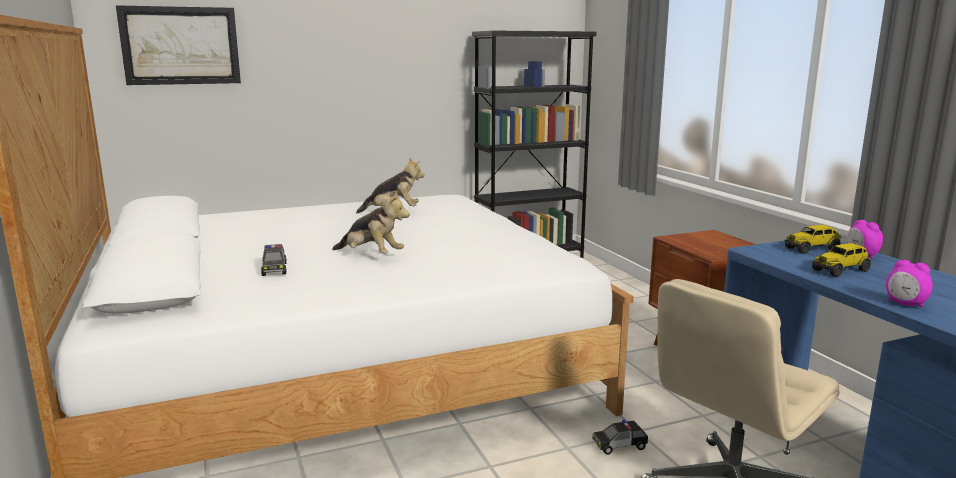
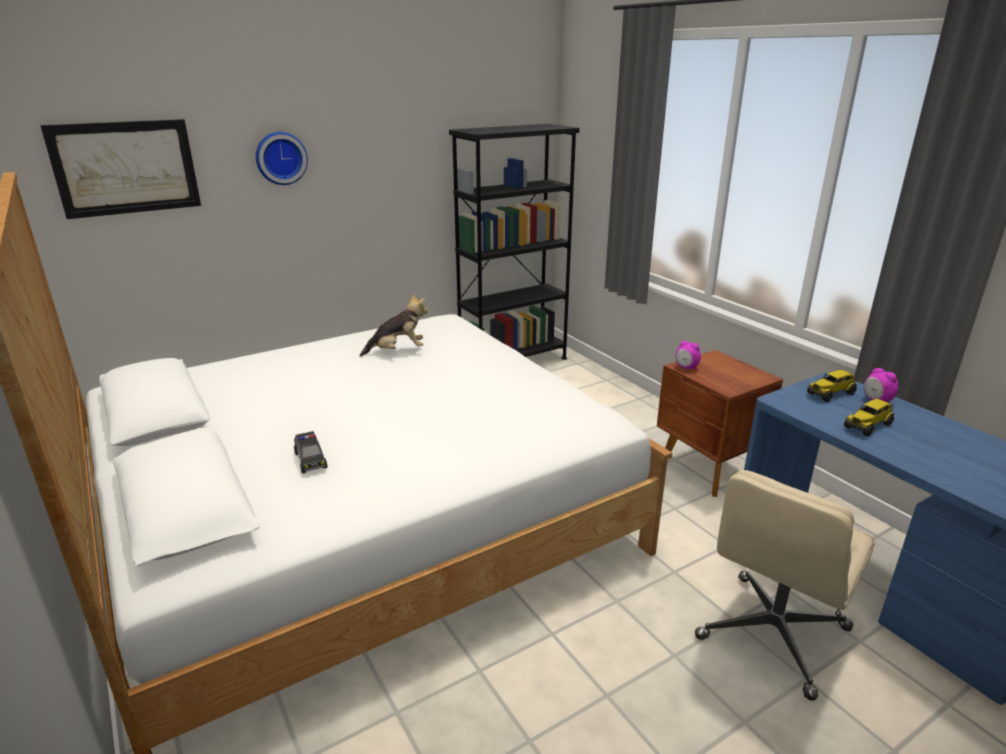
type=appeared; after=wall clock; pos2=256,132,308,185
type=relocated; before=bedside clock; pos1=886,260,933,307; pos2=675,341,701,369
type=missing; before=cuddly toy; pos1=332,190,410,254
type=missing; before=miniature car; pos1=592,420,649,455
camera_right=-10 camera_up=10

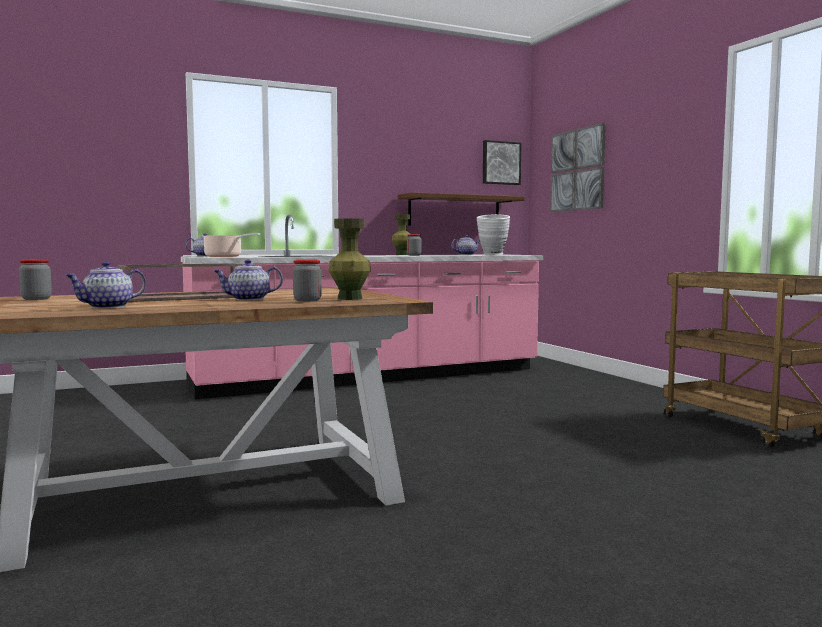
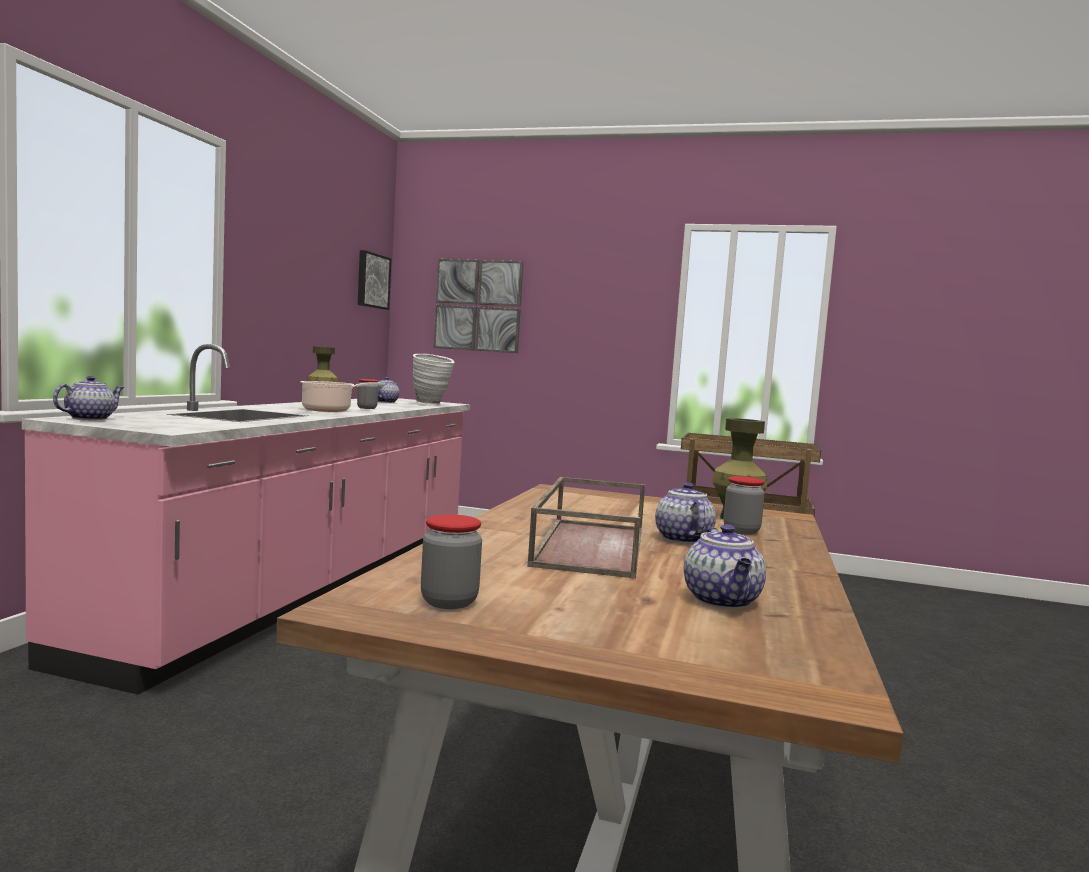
type=relocated; before=cooking pot; pos1=202,233,260,257; pos2=300,381,385,412
type=spun; before=tea pot; pos1=214,259,283,300; pos2=655,482,716,544; turn=150
type=missing; before=wall shelf (brown); pos1=398,192,524,226
camera_right=-50 camera_up=0

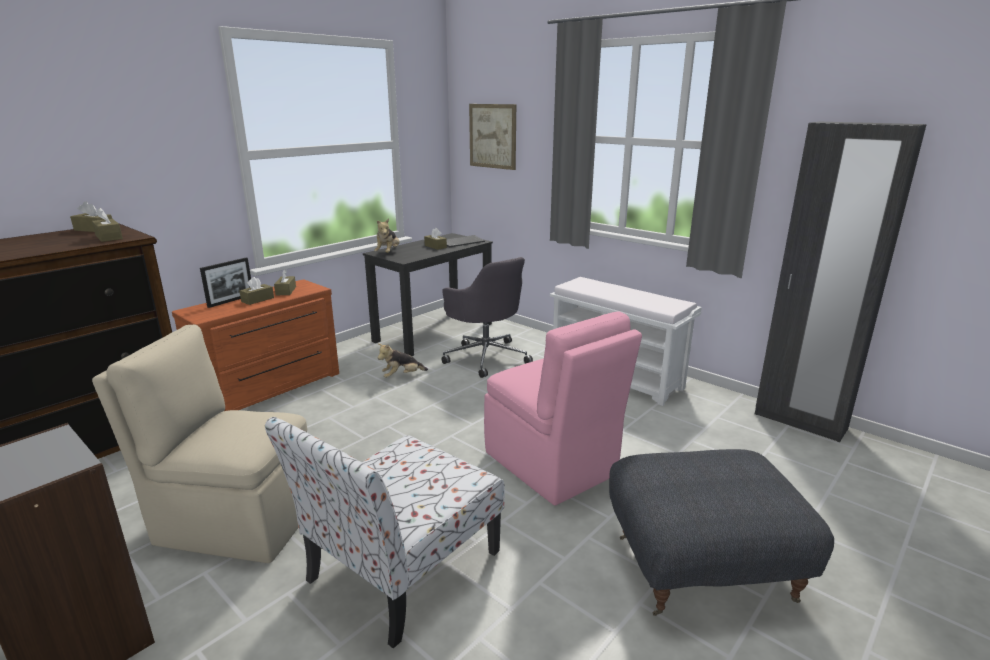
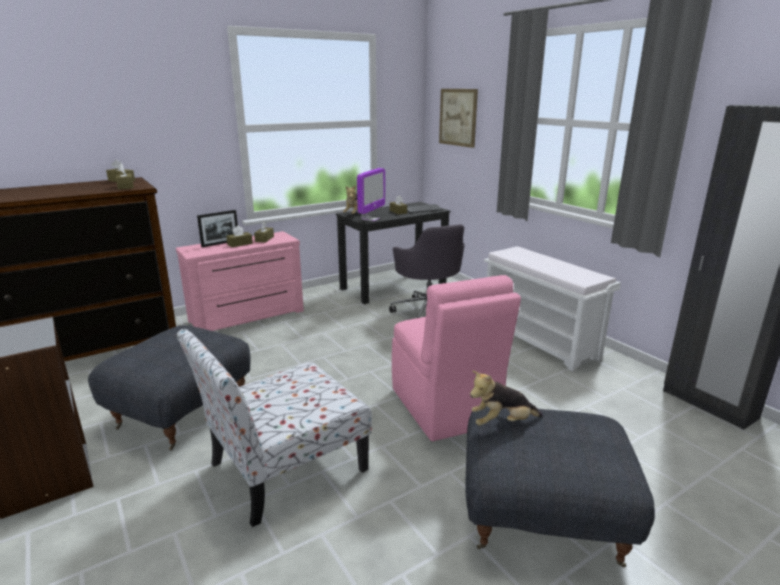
type=exchanged; before=chair (beige); after=pouffe (grey); pos1=92,325,308,563; pos2=88,325,251,450
type=colour; before=chest of drawers (brown); after=chest of drawers (pinkish); pos1=172,279,339,411; pos2=176,231,304,331
type=appeared; after=monitor; pos2=357,168,385,221
type=relocated; before=cuddly toy; pos1=377,344,428,378; pos2=470,371,543,426
camera_right=15 camera_up=0

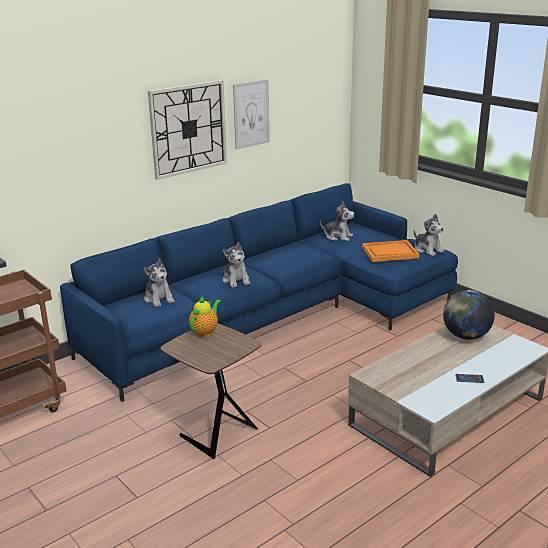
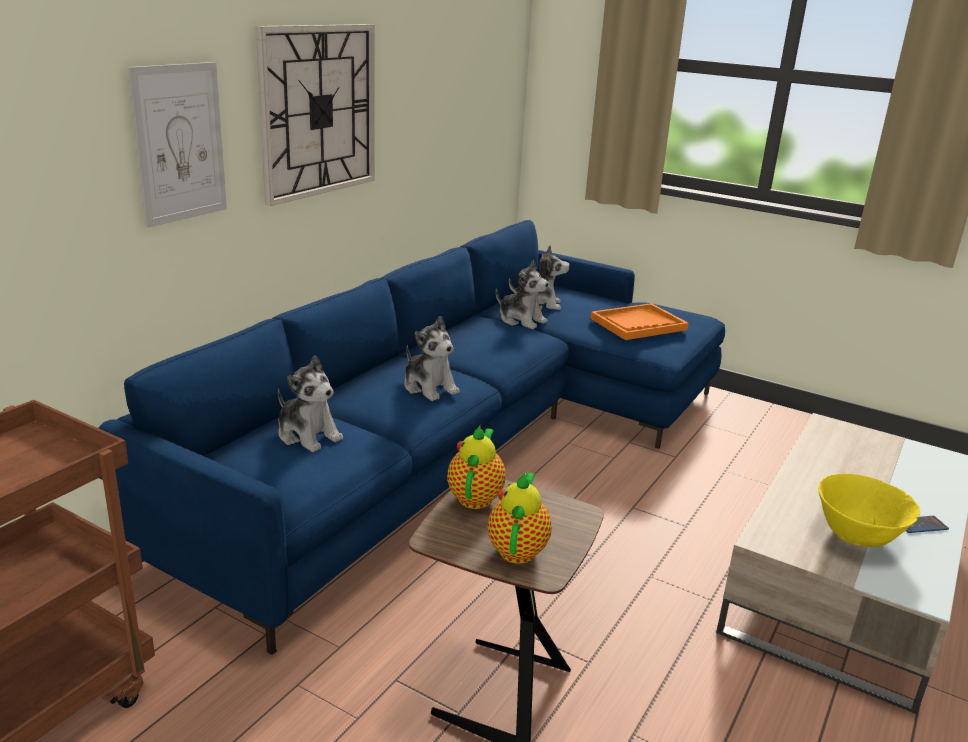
type=relocated; before=picture; pos1=233,79,270,150; pos2=128,62,227,228
type=appeared; after=tea pot; pos2=488,472,552,564
type=relocated; before=cuddly toy; pos1=414,213,444,256; pos2=496,260,549,329
type=appeared; after=serving bowl (yellow); pos2=818,474,920,547
type=missing; before=globe; pos1=443,290,495,340
camera_right=-20 camera_up=0

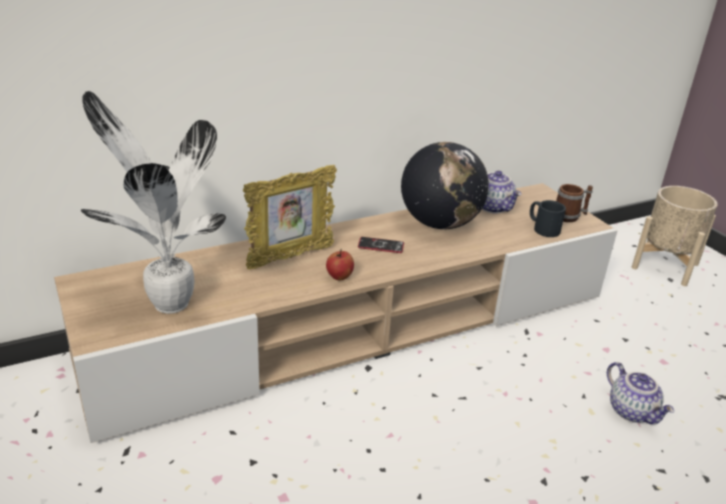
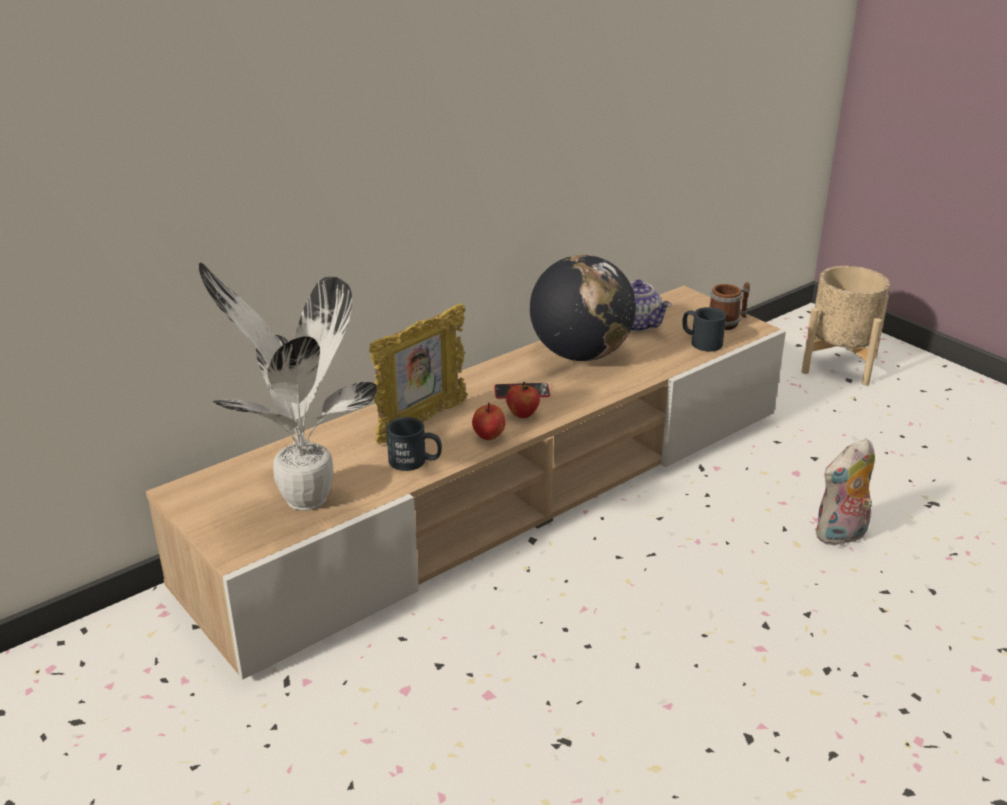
type=appeared; after=coffee mug (blackish); pos2=386,417,442,471
type=appeared; after=whole apple; pos2=506,382,540,418
type=exchanged; before=tea pot; after=cuddly toy; pos1=607,362,674,424; pos2=815,438,875,546
camera_right=-10 camera_up=0

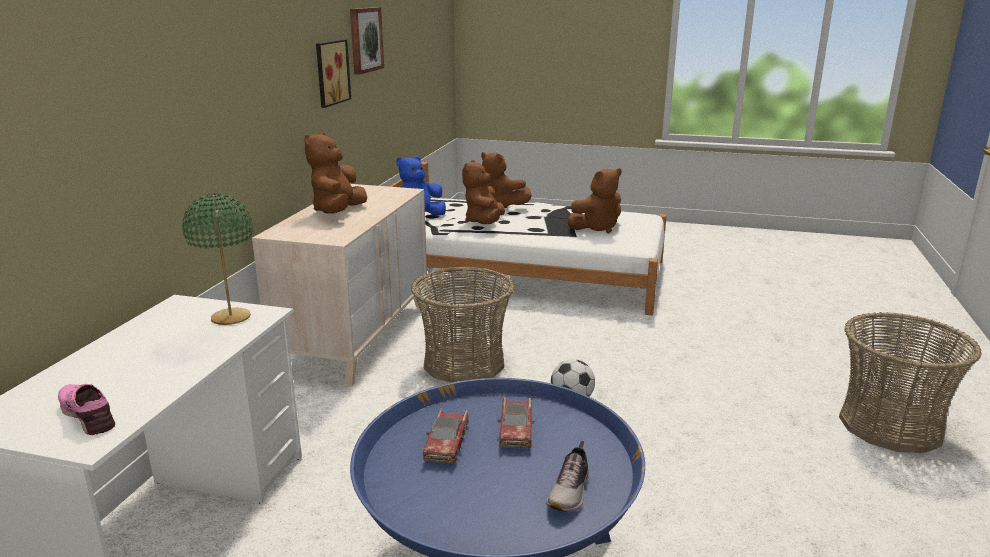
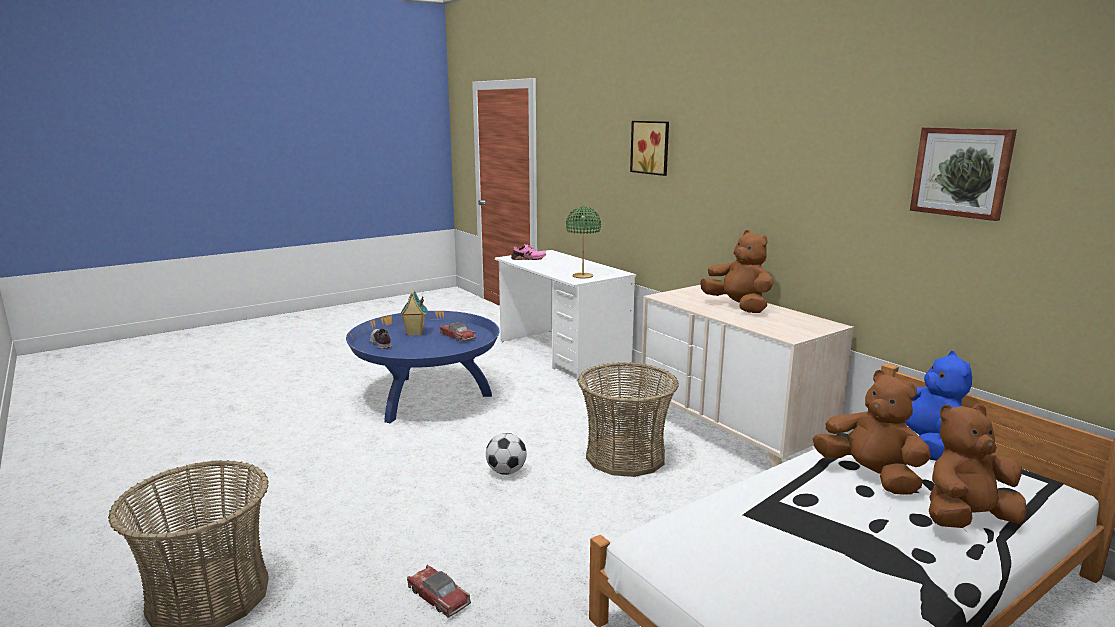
type=appeared; after=model house; pos2=400,289,428,336
type=relocated; before=miniature car; pos1=498,397,535,448; pos2=407,565,471,618
type=relocated; before=picture; pos1=316,39,351,108; pos2=630,121,669,176
type=missing; before=cuddly toy (brown); pos1=568,168,622,233
camera_right=130 camera_up=-5

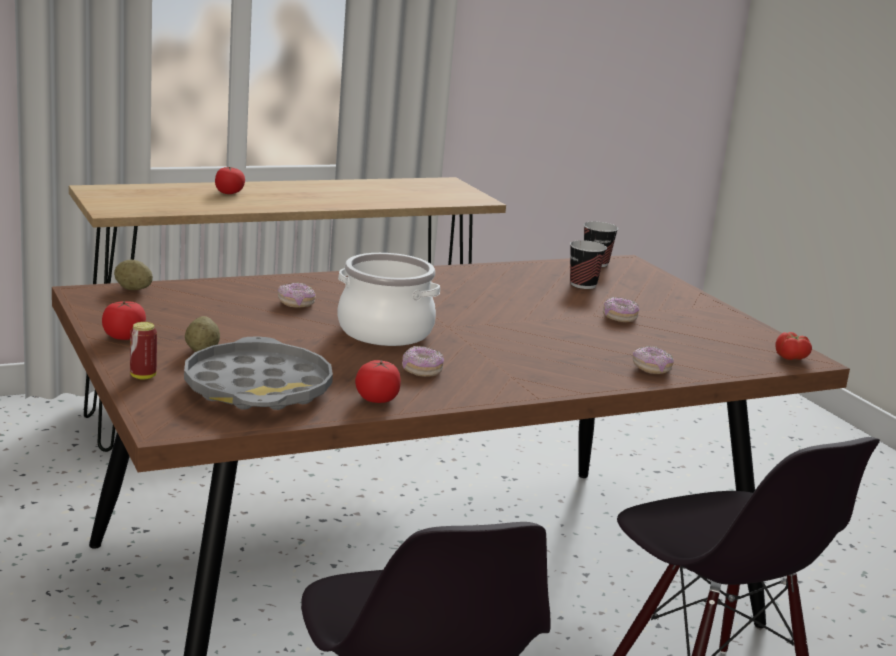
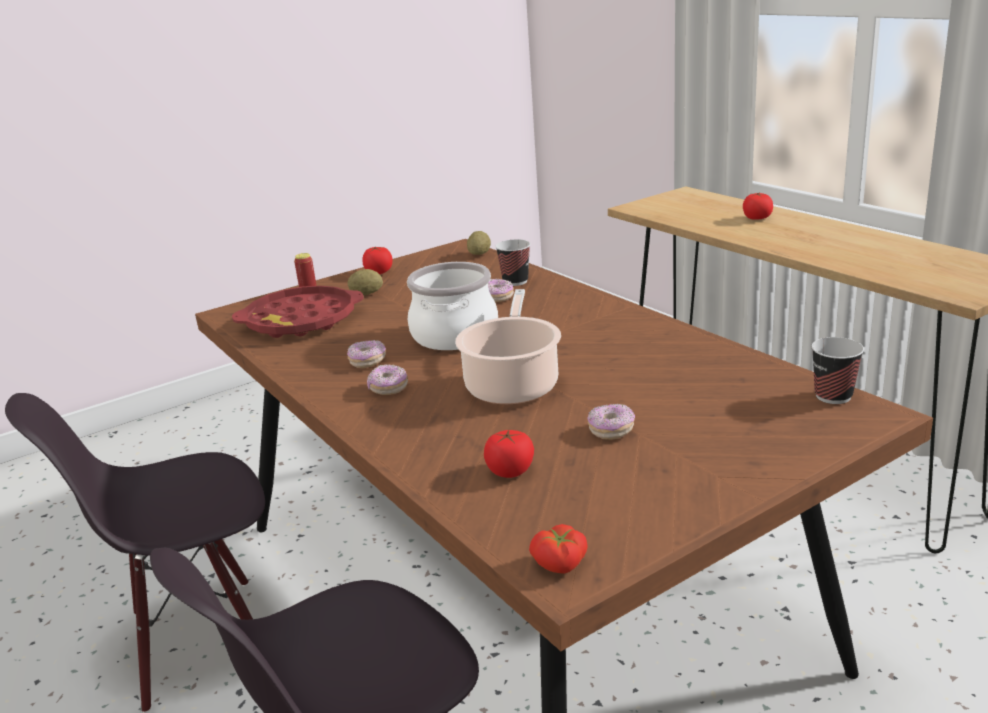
type=colour; before=carrying tray (grey); after=carrying tray (red); pos1=184,337,333,410; pos2=232,286,364,338
type=relocated; before=ring doughnut; pos1=633,346,674,374; pos2=367,364,408,395
type=appeared; after=cooking pot; pos2=455,289,561,404
type=relocated; before=whole tomato; pos1=355,360,401,403; pos2=484,430,534,478
type=relocated; before=cup; pos1=570,240,607,289; pos2=495,239,530,286
camera_right=85 camera_up=5

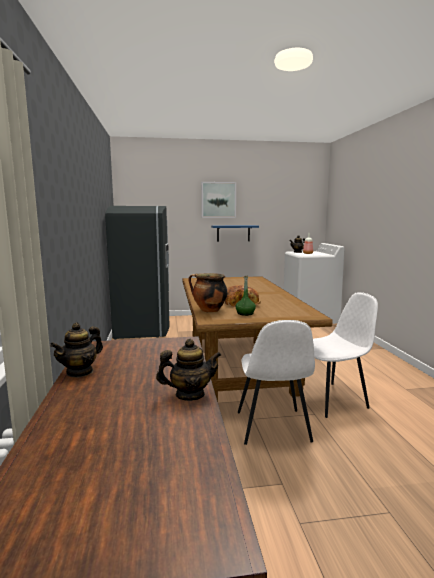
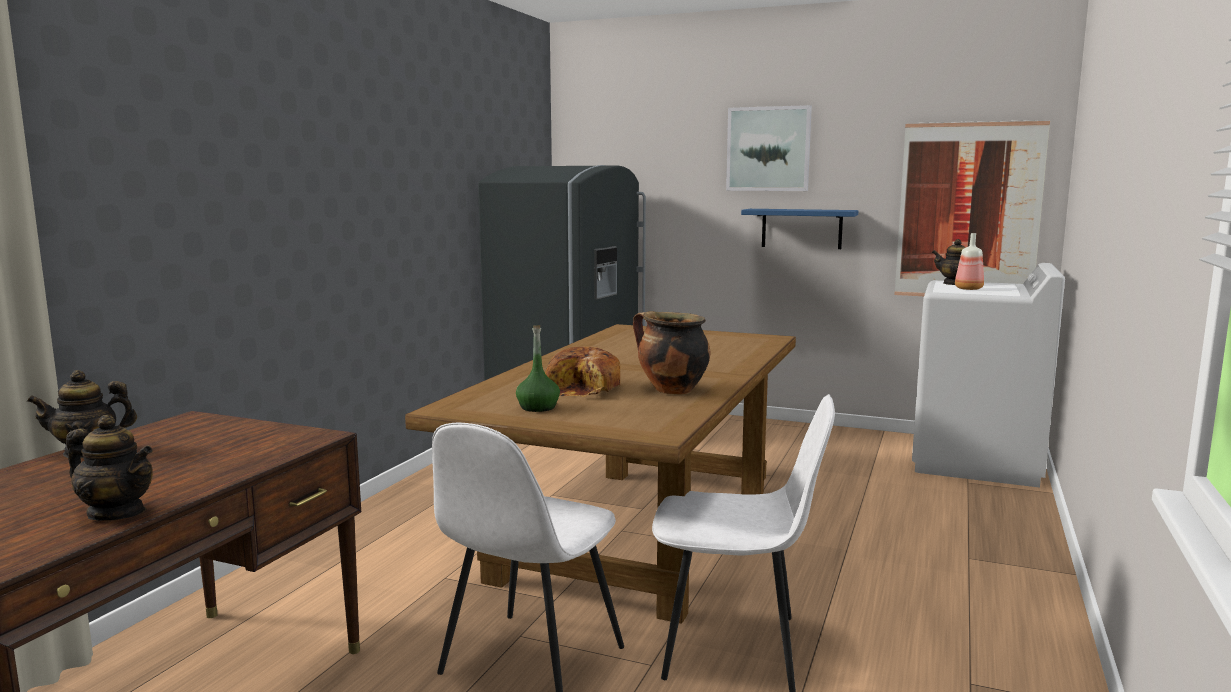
type=relocated; before=cooking pot; pos1=188,273,227,313; pos2=633,311,710,395
type=appeared; after=picture; pos2=894,120,1050,296
camera_right=30 camera_up=0

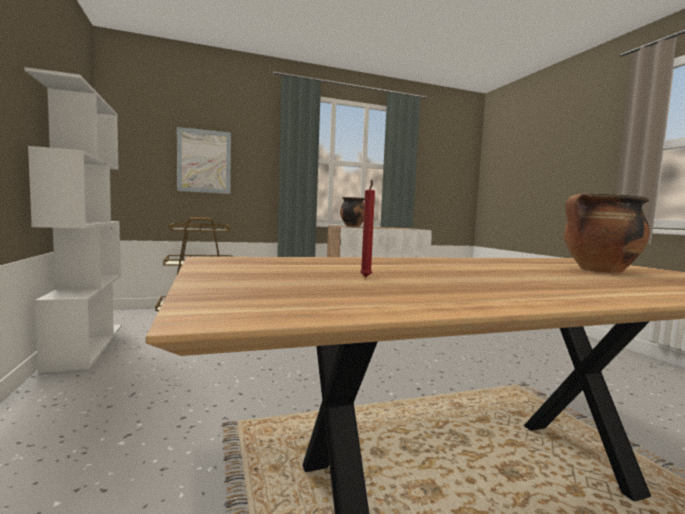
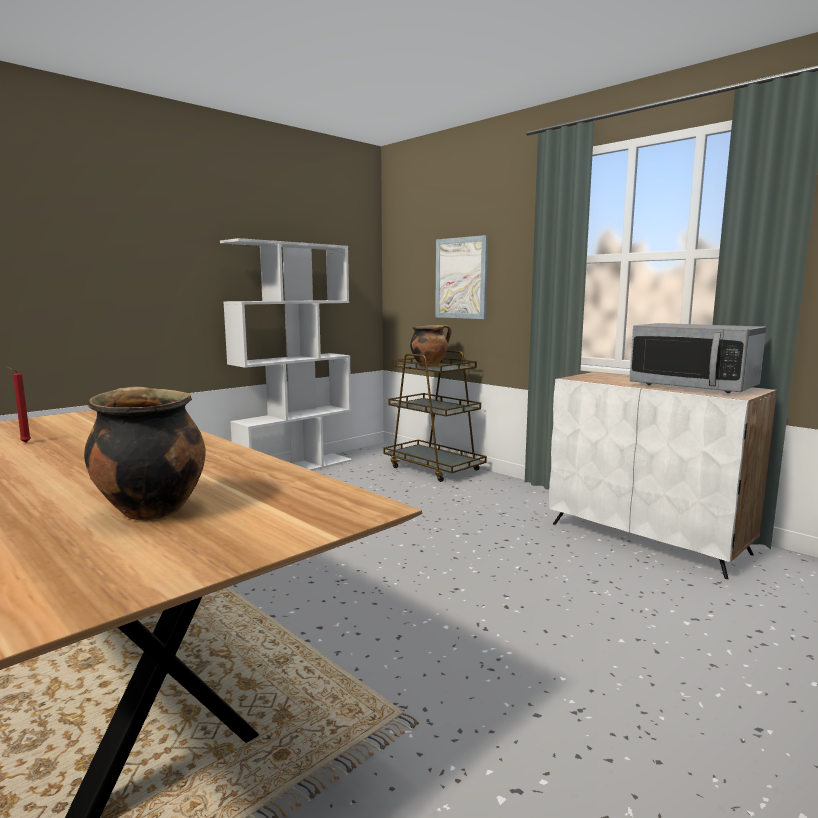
type=relocated; before=cooking pot; pos1=340,197,365,227; pos2=410,325,451,367
type=appeared; after=microwave; pos2=629,323,767,393
camera_right=65 camera_up=5

